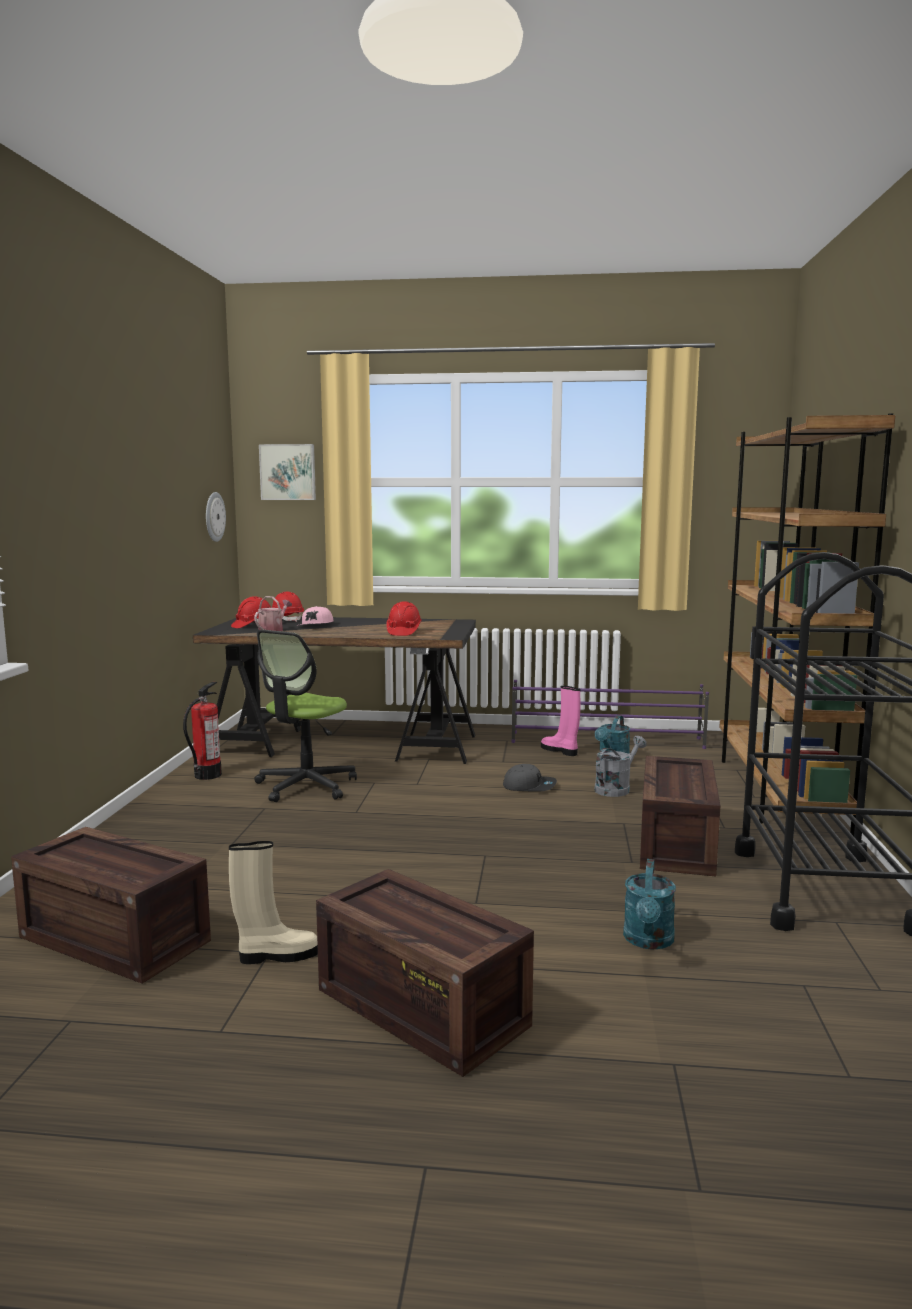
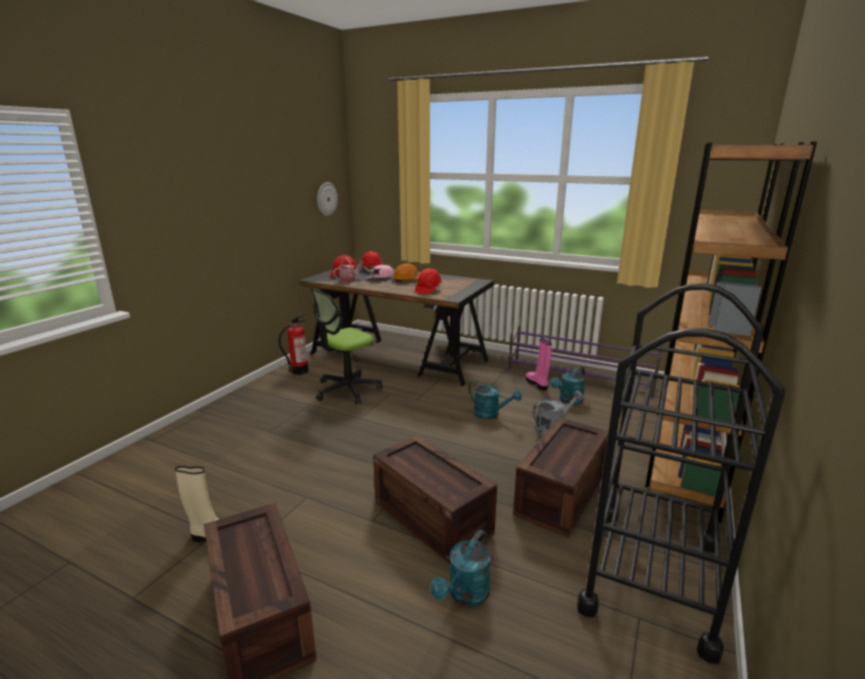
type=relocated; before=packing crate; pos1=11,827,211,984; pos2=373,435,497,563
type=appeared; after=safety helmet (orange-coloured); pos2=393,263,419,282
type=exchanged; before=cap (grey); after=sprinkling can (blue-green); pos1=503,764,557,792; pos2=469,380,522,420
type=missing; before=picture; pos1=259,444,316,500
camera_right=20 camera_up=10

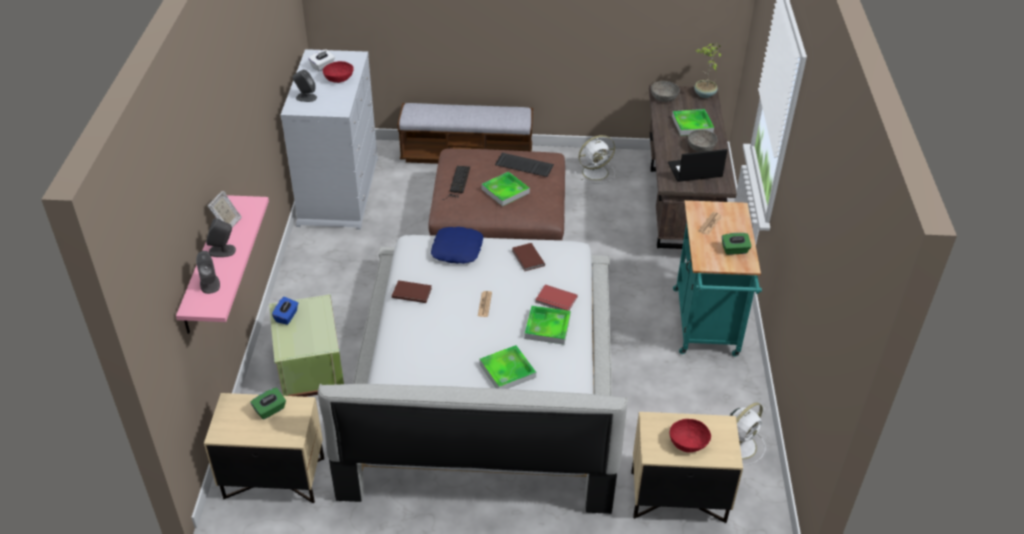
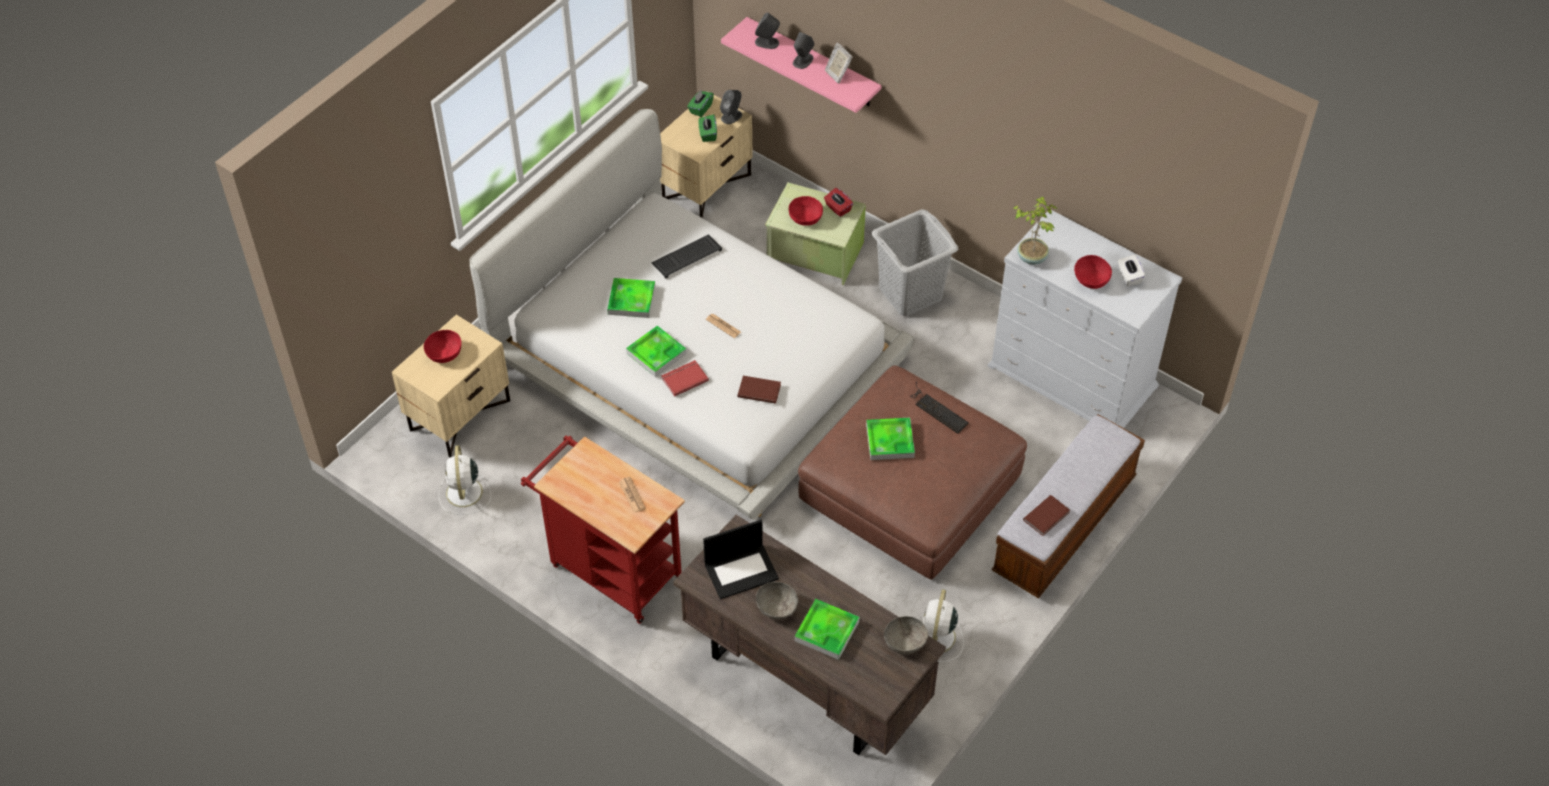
type=colour; before=trolley (blue-green); after=trolley (red); pos1=673,200,762,356; pos2=521,436,685,624
type=relocated; before=PC keyboard; pos1=495,153,554,177; pos2=651,234,722,278
type=relocated; before=tissue box (green); pos1=722,233,752,255; pos2=687,90,714,117
type=spun; before=notebook computer; pos1=668,149,727,182; pos2=703,520,779,599; turn=45
type=relocated; before=audio speaker (grey); pos1=293,69,317,102; pos2=720,90,742,124
type=appeared; after=serving bowl (red); pos2=789,196,823,226
type=colour; before=tissue box (blue); after=tissue box (red); pos1=272,297,298,325; pos2=824,188,853,217
type=appeared; after=laundry basket (grey); pos2=872,209,958,316
type=relocated; before=potted plant; pos1=694,43,721,98; pos2=1013,196,1057,265
type=relocated; before=book (brown); pos1=392,280,432,303; pos2=1023,495,1070,536
type=missing; before=pillow (blue); pos1=431,227,484,264
camera_right=125 camera_up=10

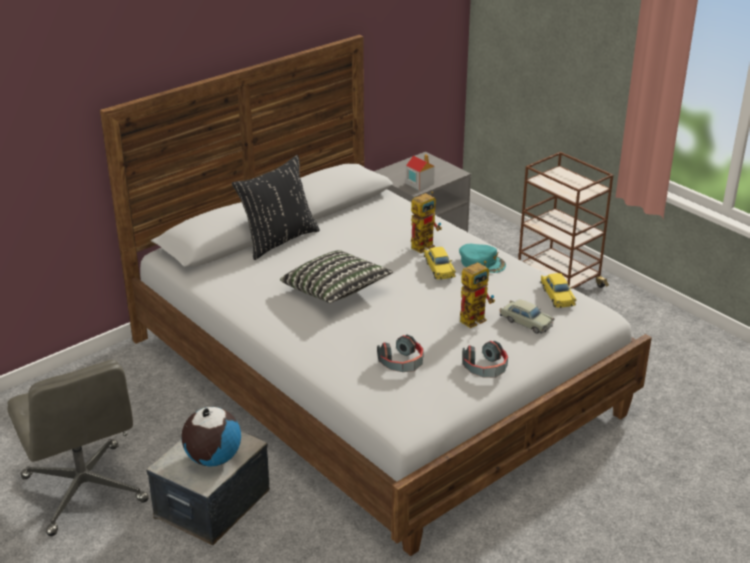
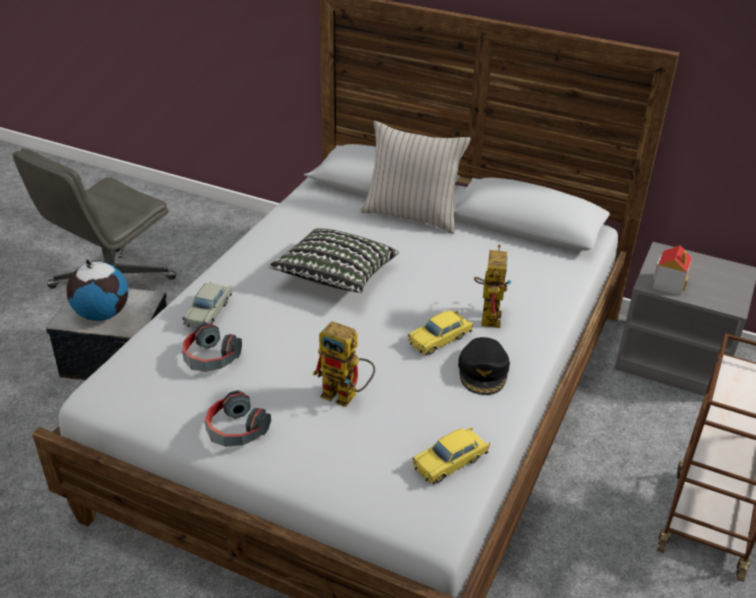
type=relocated; before=miniature car (beige); pos1=500,299,555,334; pos2=182,282,232,328
type=colour; before=pillow (blackish); after=pillow (beige); pos1=232,155,320,260; pos2=360,121,471,234
type=colour; before=cap (blue-green); after=cap (blackish); pos1=459,244,506,273; pos2=458,337,510,395
type=spun; before=toy robot; pos1=411,191,442,253; pos2=474,244,511,328; turn=-105
camera_right=65 camera_up=5

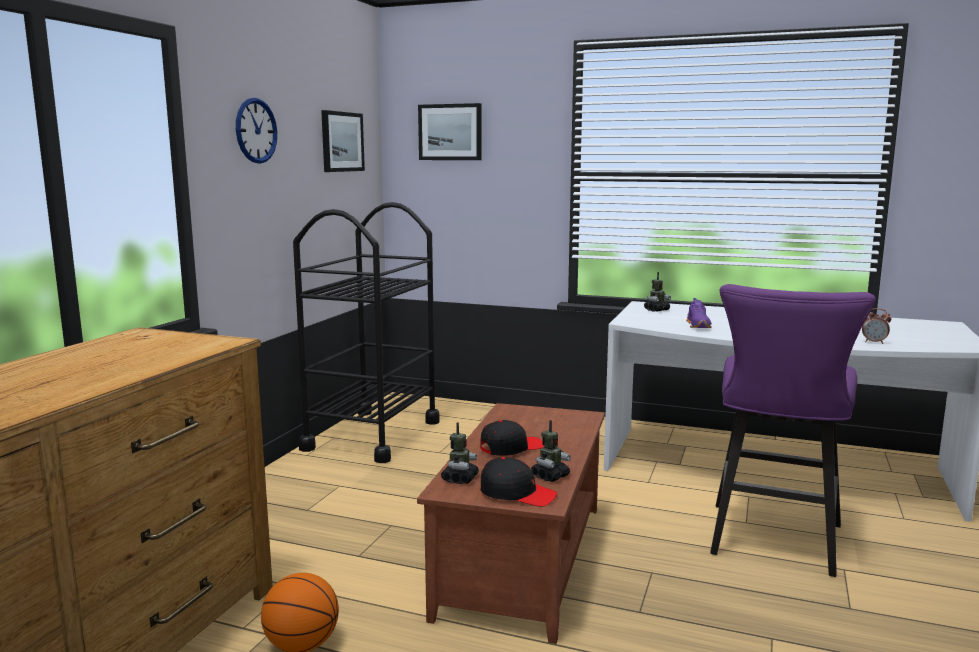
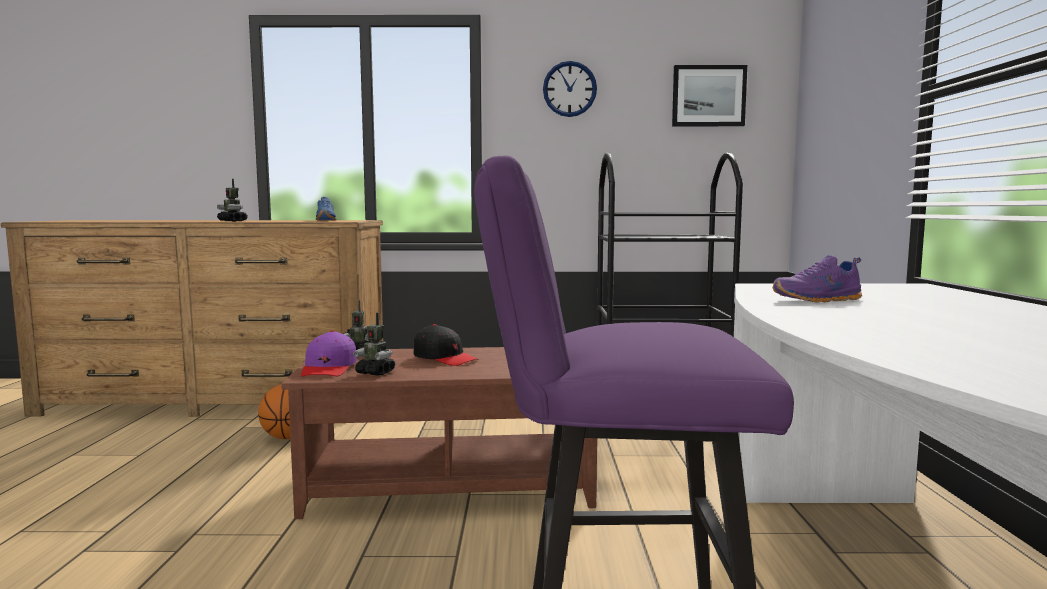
type=relocated; before=toy robot; pos1=644,272,671,312; pos2=217,179,248,221
type=colour; before=cap (blackish); after=cap (purple); pos1=481,457,557,506; pos2=301,331,357,376
type=appeared; after=item of footwear (blue); pos2=316,197,337,220
type=missing; before=picture; pos1=418,103,482,160
type=missing; before=bedside clock; pos1=862,308,891,344
camera_right=70 camera_up=-5

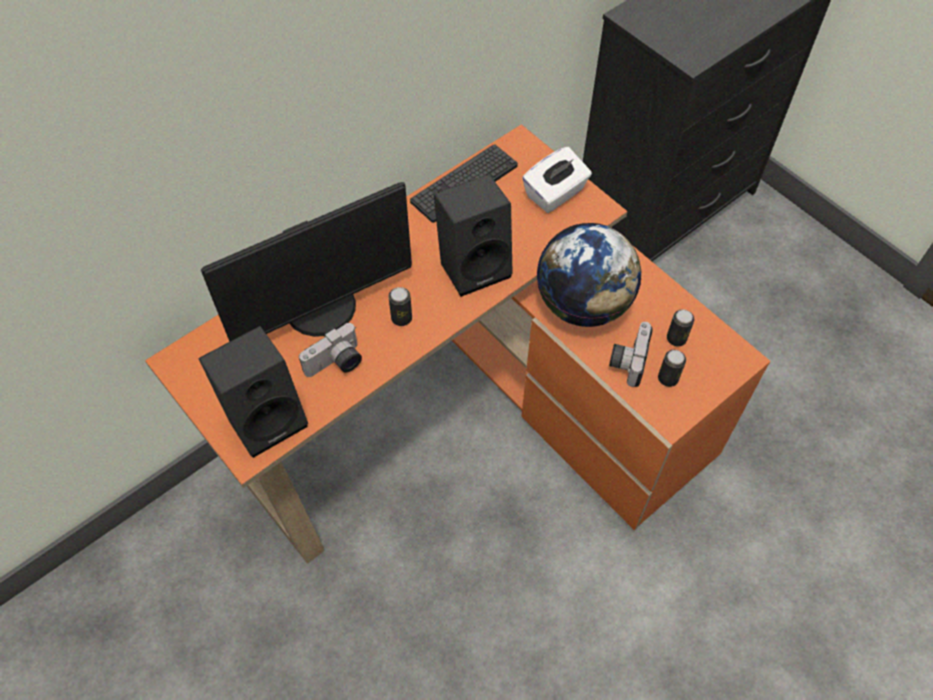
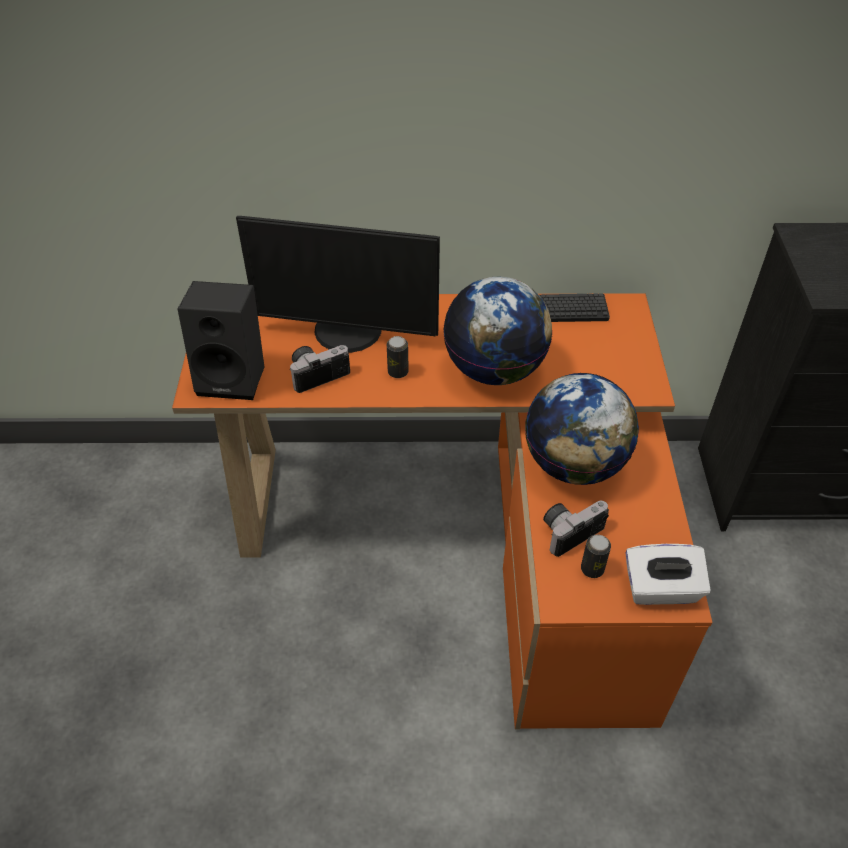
type=spun; before=photo camera; pos1=299,323,362,377; pos2=289,345,350,393; turn=150
type=exchanged; before=audio speaker (blackish); after=globe; pos1=434,174,513,297; pos2=443,276,553,385
type=relocated; before=tissue box (whitish); pos1=522,147,592,213; pos2=625,544,711,605
type=missing; before=metal can; pos1=667,309,694,346
camera_right=40 camera_up=-10

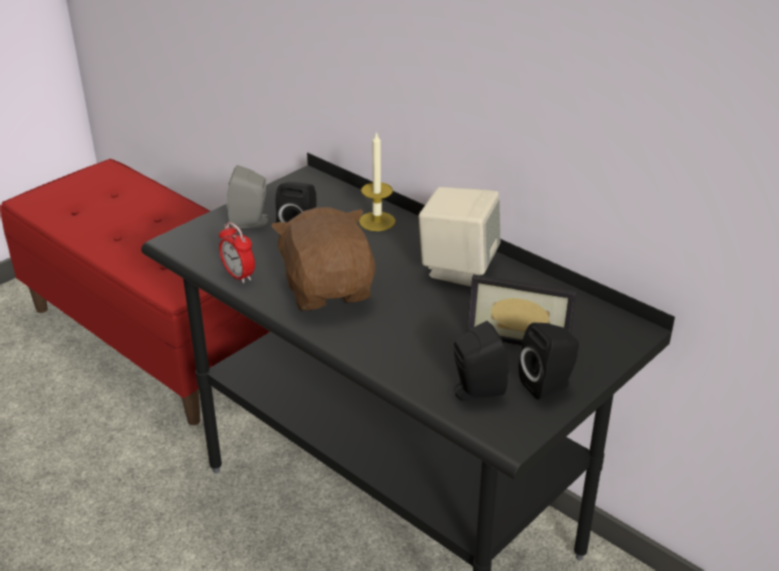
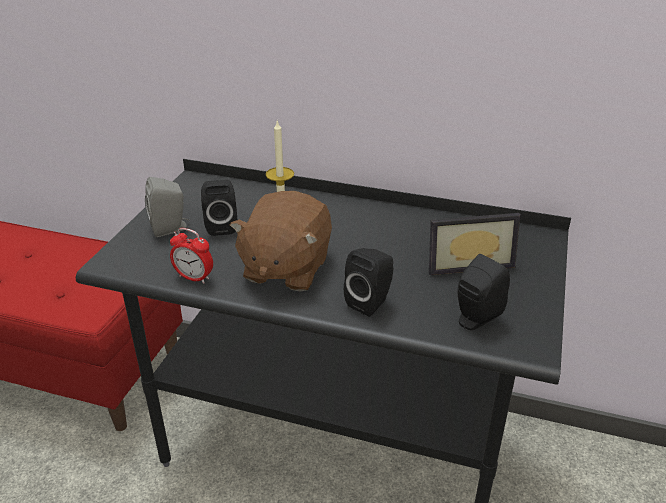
type=spun; before=cuddly toy (brown); pos1=271,207,376,311; pos2=230,191,332,292; turn=-120
type=relocated; before=audio speaker (blackish); pos1=519,323,579,400; pos2=344,248,393,317
type=missing; before=audio speaker (beige); pos1=419,187,500,287
camera_right=-25 camera_up=0

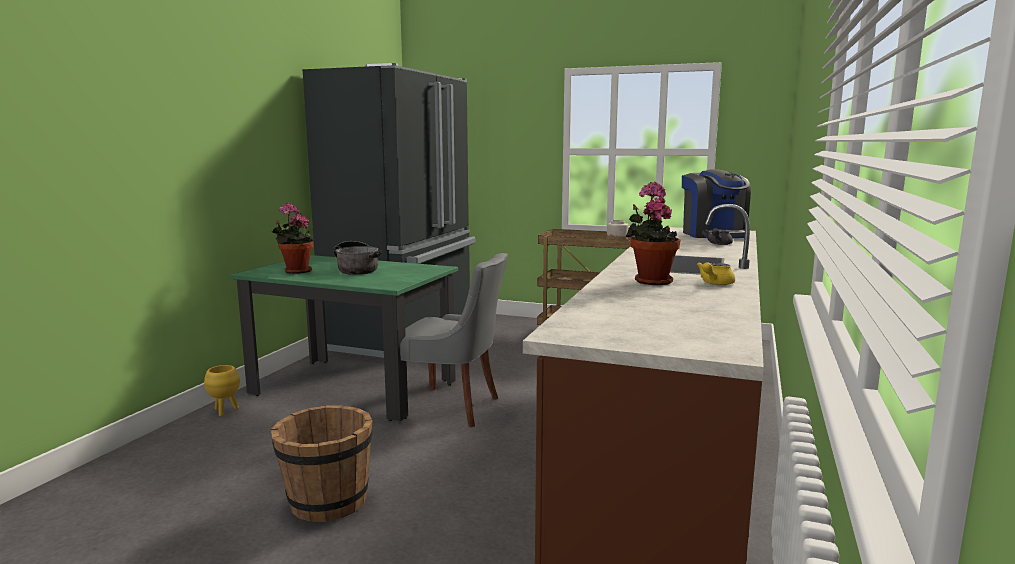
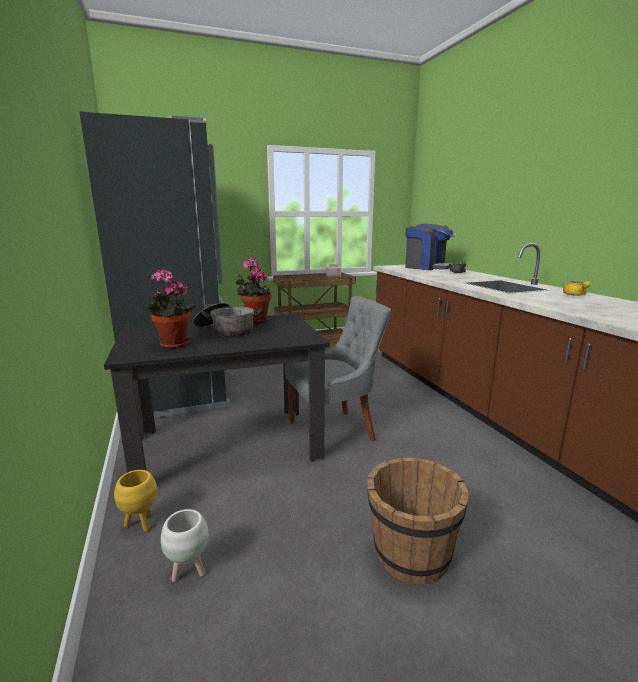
type=colour; before=dinner table (green); after=dinner table (blackish); pos1=231,255,458,421; pos2=104,314,330,473
type=appeared; after=flower pot (whitish); pos2=161,509,209,582
type=relocated; before=potted plant; pos1=626,182,681,285; pos2=236,258,272,323
camera_right=-40 camera_up=5

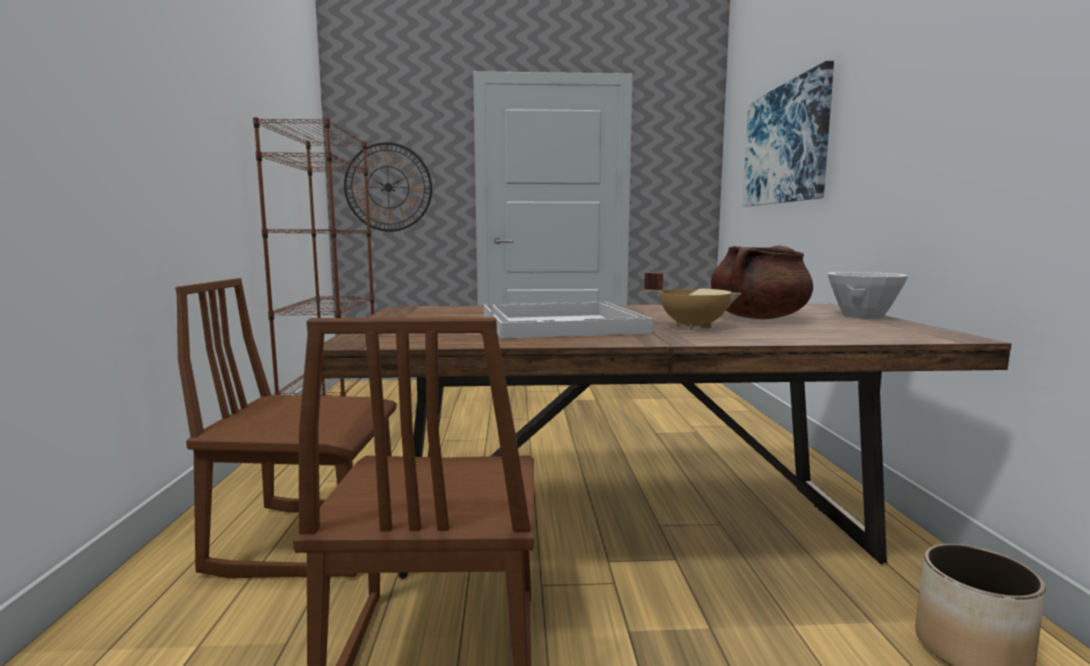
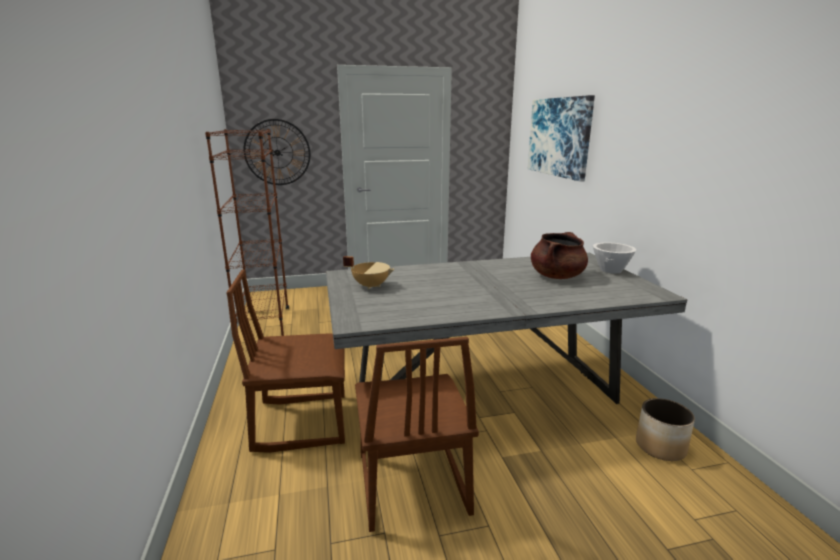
type=colour; before=dinner table (brown); after=dinner table (grey); pos1=322,304,1012,579; pos2=326,253,687,404
type=relocated; before=cooking pot (beige); pos1=644,273,742,329; pos2=343,256,394,289
type=missing; before=carrying tray (whitish); pos1=484,302,652,339
camera_right=-10 camera_up=10

